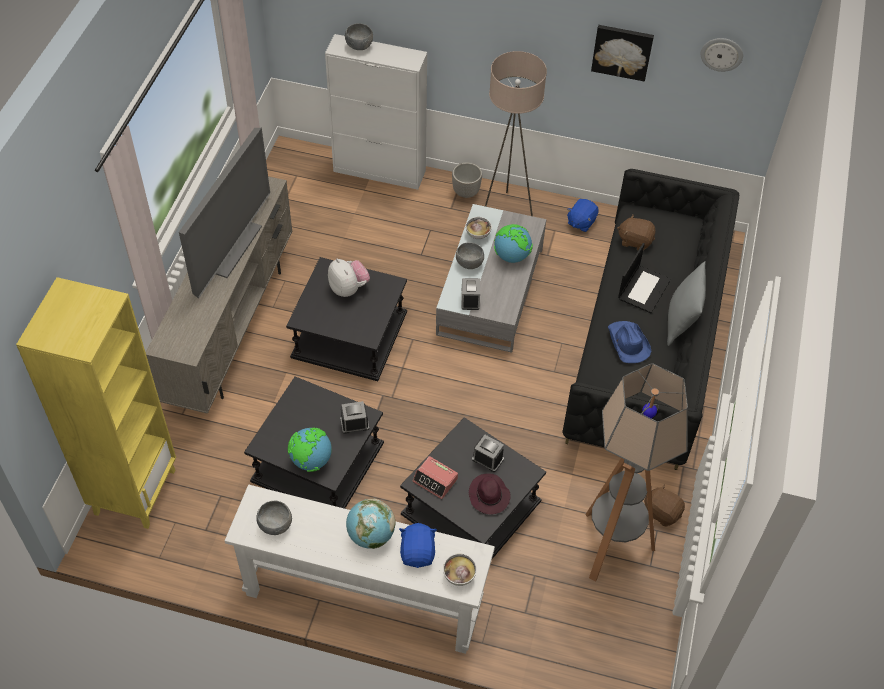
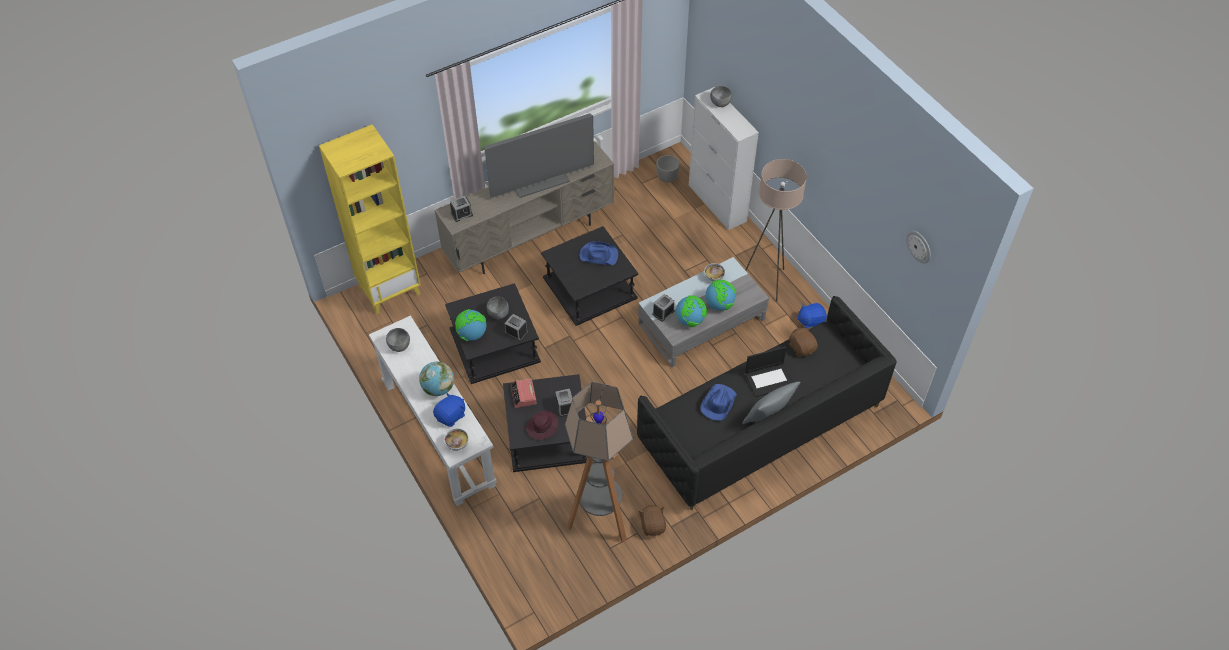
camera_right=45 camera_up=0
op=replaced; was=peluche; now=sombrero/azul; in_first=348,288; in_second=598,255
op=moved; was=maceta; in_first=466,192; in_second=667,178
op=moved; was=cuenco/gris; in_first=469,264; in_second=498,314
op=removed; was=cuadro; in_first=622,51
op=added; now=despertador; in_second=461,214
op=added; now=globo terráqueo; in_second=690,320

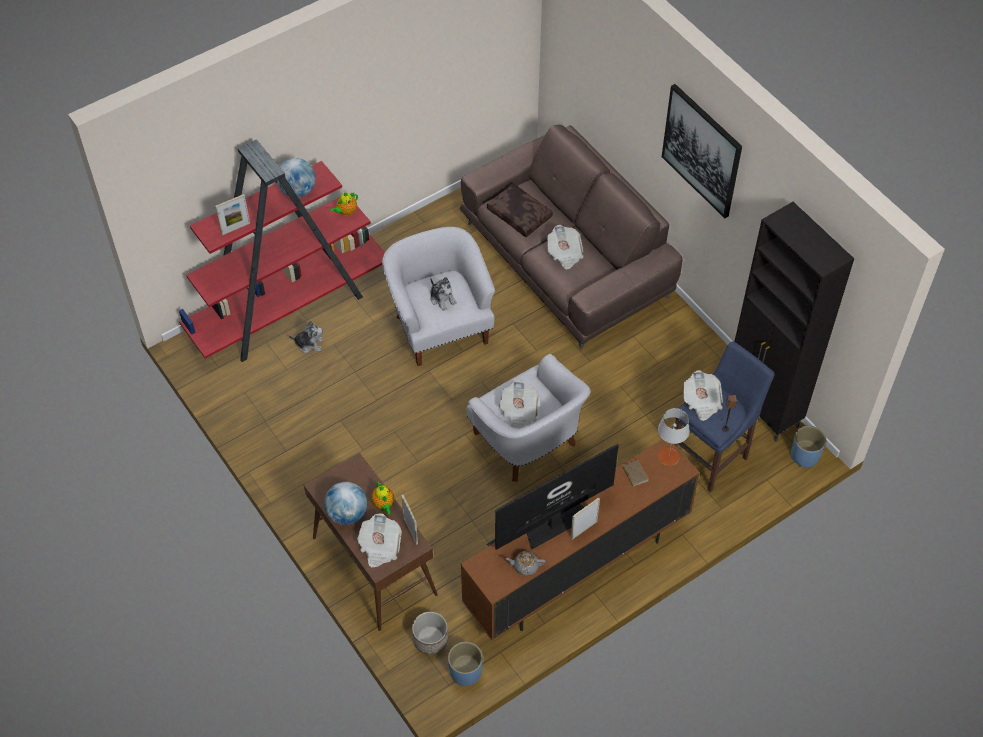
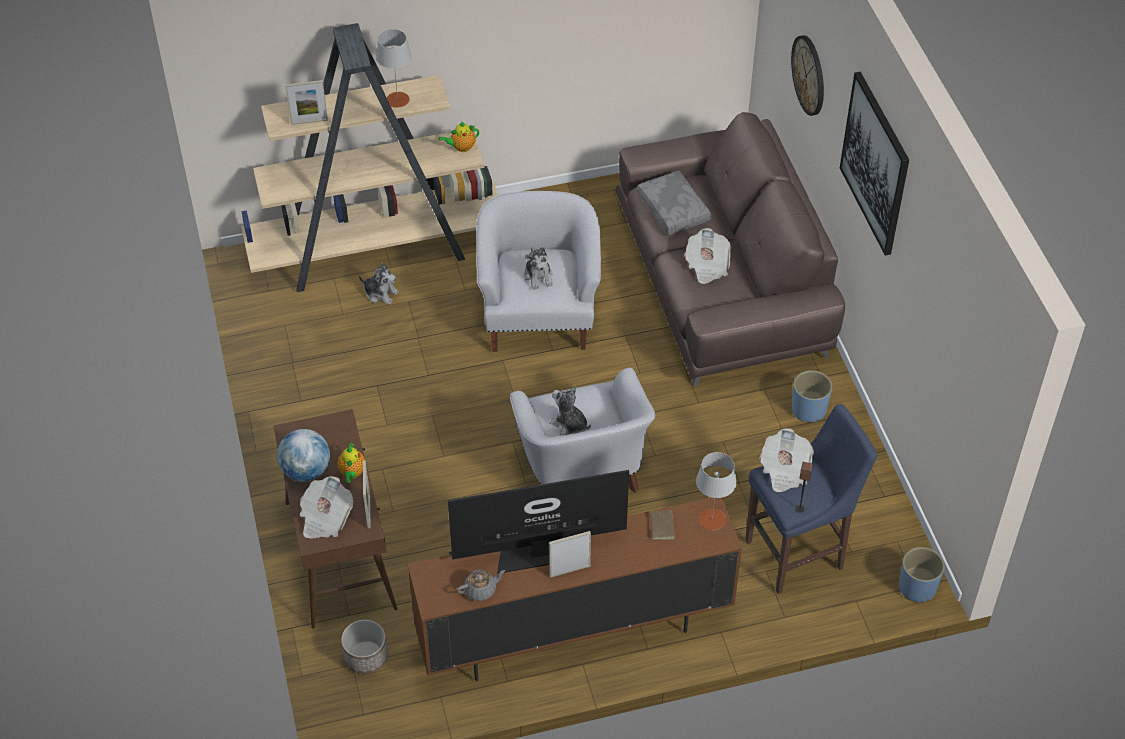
camera_right=20 camera_up=-5
op=recoloured; was=estantería/rojo; now=estantería/beis; in_first=289,307; in_second=377,248
op=replaced; was=globo terráqueo; now=lámpara de mesa/gris; in_first=298,191; in_second=397,99
op=moved; was=maceta/azul; in_first=465,672; in_second=808,409
op=recoloured; was=cojín/marrón; now=cojín/gris; in_first=520,215; in_second=674,209
op=replaced; was=periódico; now=peluche; in_first=519,412; in_second=569,425
op=turned; was=tetera/gris; in_first=525,566; in_second=481,590; clockwise=135
op=removed; was=armario/negro; in_first=763,410
op=added; now=reloj de pared; in_second=809,75

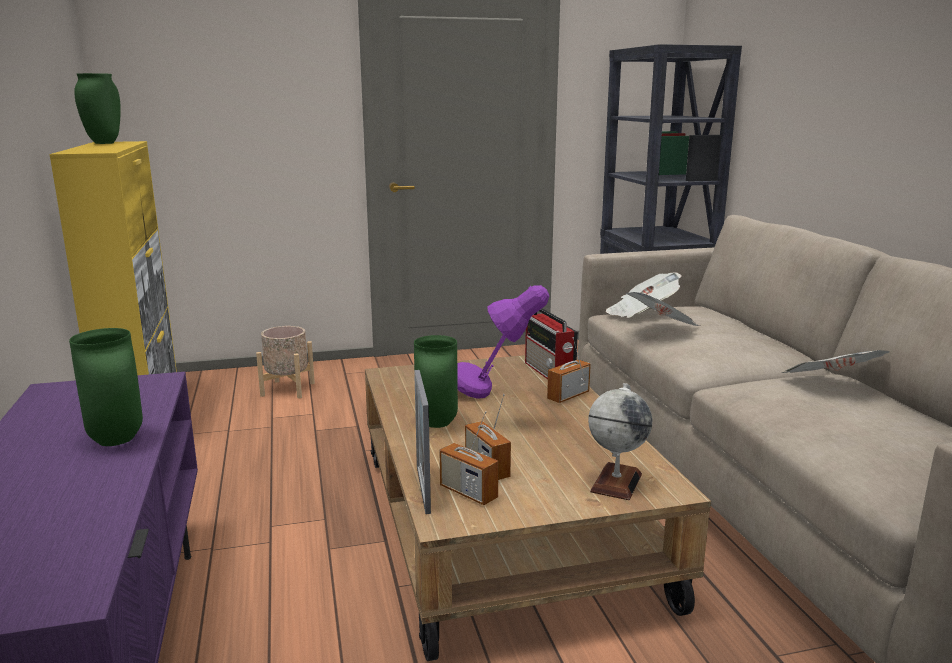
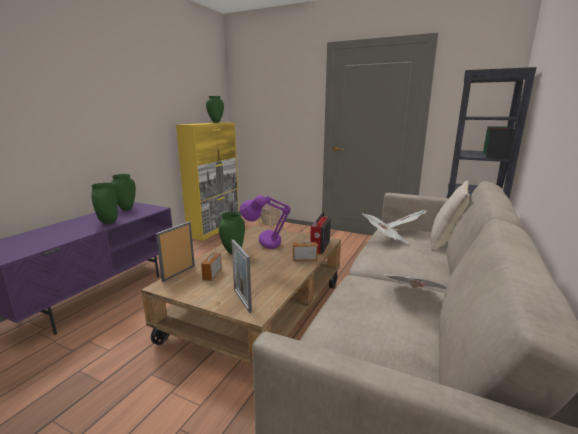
camera_right=40 camera_up=0
op=removed; was=radio; in_first=468,492
op=replaced; was=globo terráqueo; now=portarretratos; in_first=616,482; in_second=242,300
op=added; now=florero/verde; in_second=126,209
op=added; now=cojín/beis; in_second=445,242

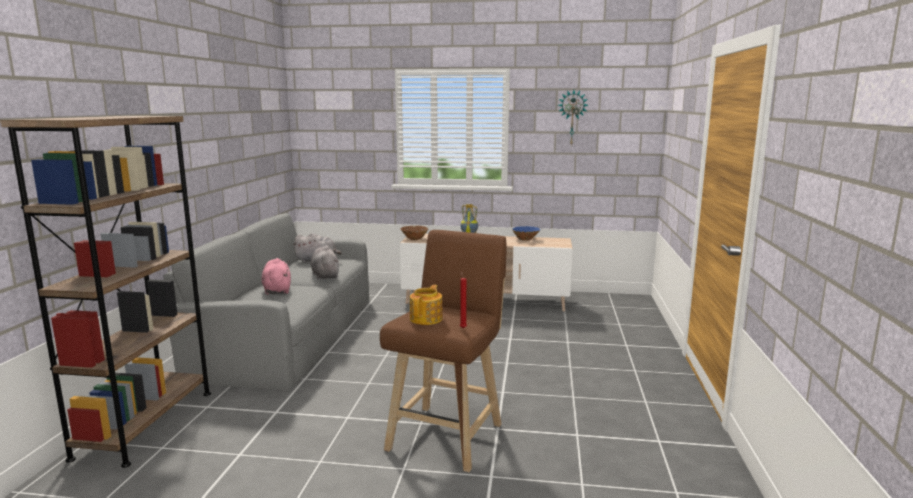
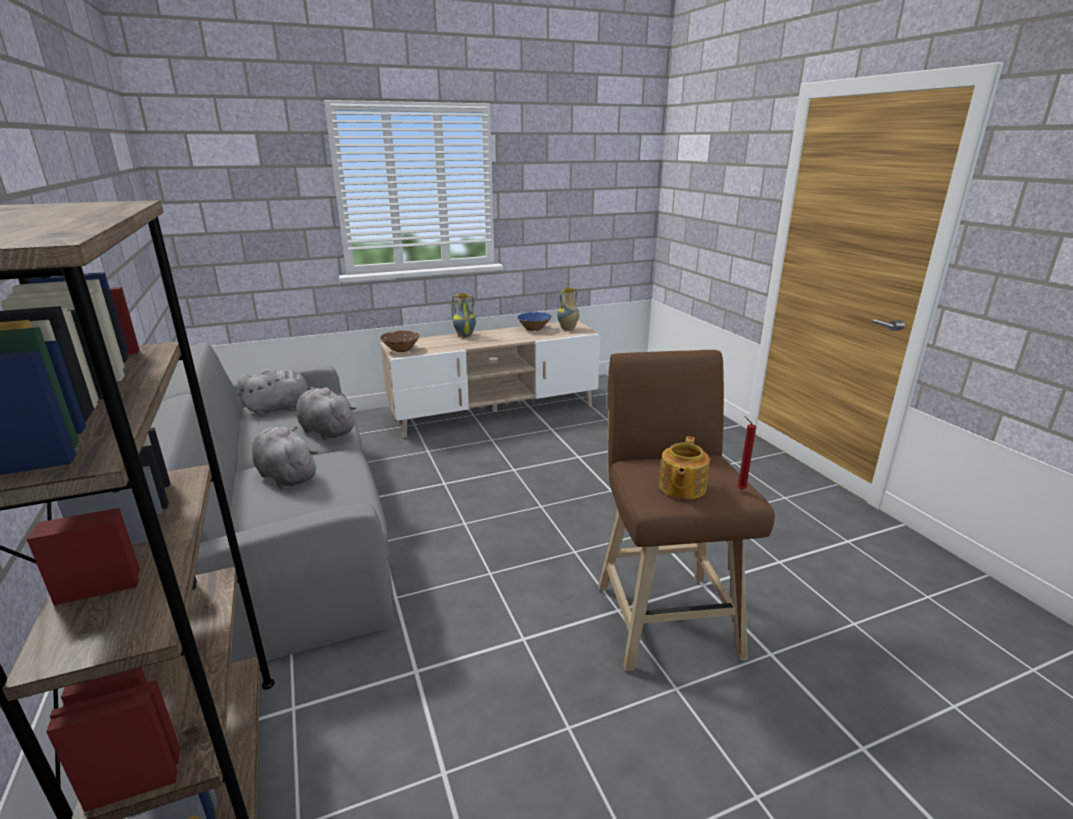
camera_right=-30 camera_up=10
op=recoloured; was=peluche/rosa; now=peluche/gris; in_first=277,290; in_second=286,475
op=turned; was=tetera; in_first=427,319; in_second=681,487; clockwise=-150
op=removed; was=reloj de pared; in_first=572,117
op=added; now=florero; in_second=568,329

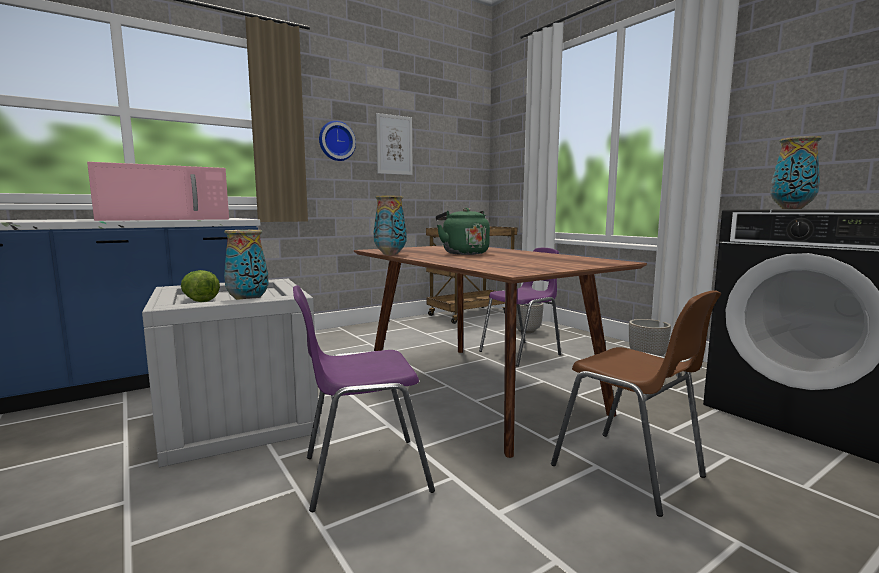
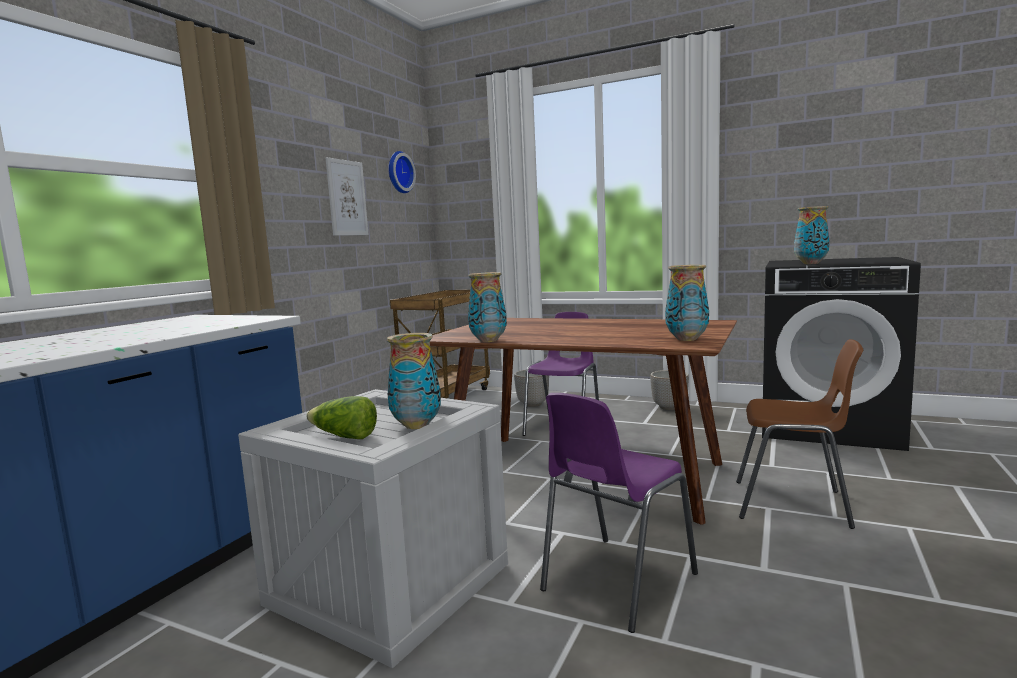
camera_right=-30 camera_up=0
op=removed; was=microondas/rosa; in_first=166,219
op=moved; was=reloj de pared; in_first=336,141; in_second=398,172
op=removed; was=hervidor/verde; in_first=463,253
op=added; now=florero; in_second=687,339

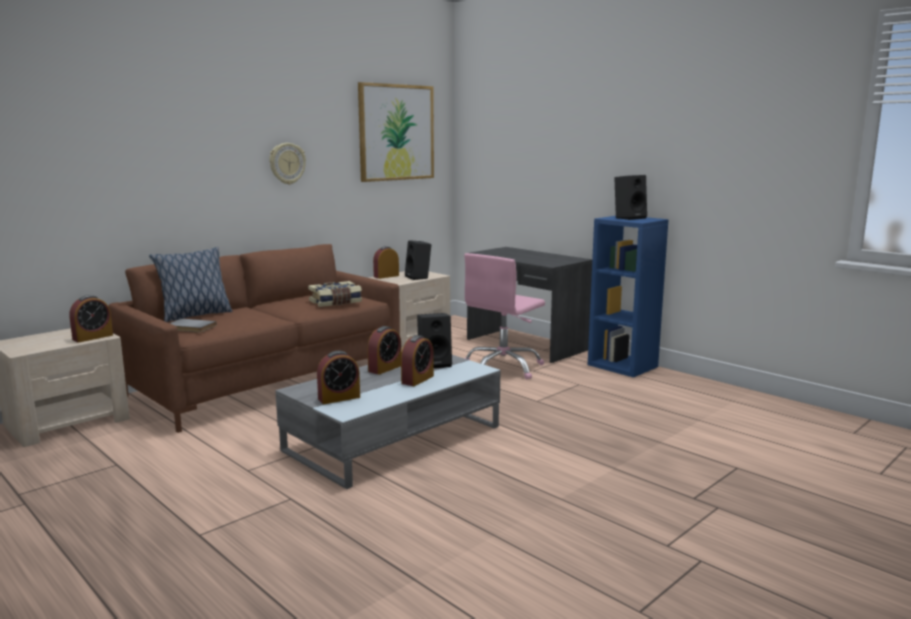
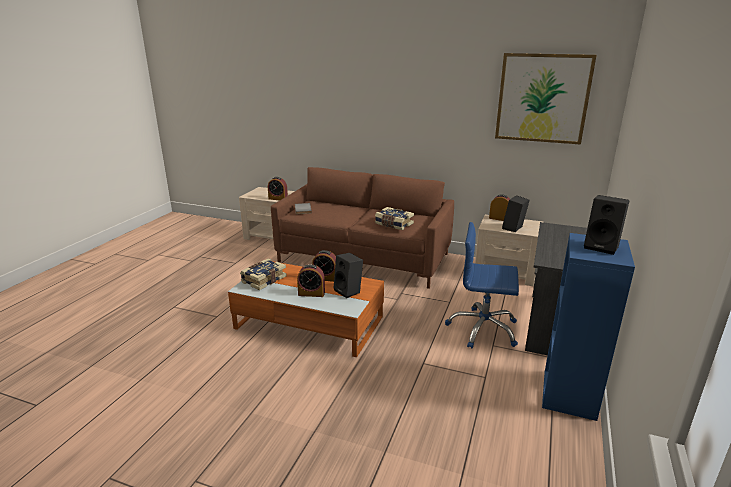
camera_right=65 camera_up=10
op=removed; was=cojín; in_first=195,315
op=removed; was=reloj de pared; in_first=287,163
op=recoloured; was=mesa de centro/gris; now=mesa de centro/naranja; in_first=393,438; in_second=309,322
op=replaced; was=despertador; now=libro; in_first=339,398; in_second=263,280
op=recoloured; was=silla de oficina/rosa; now=silla de oficina/azul; in_first=503,367; in_second=483,329

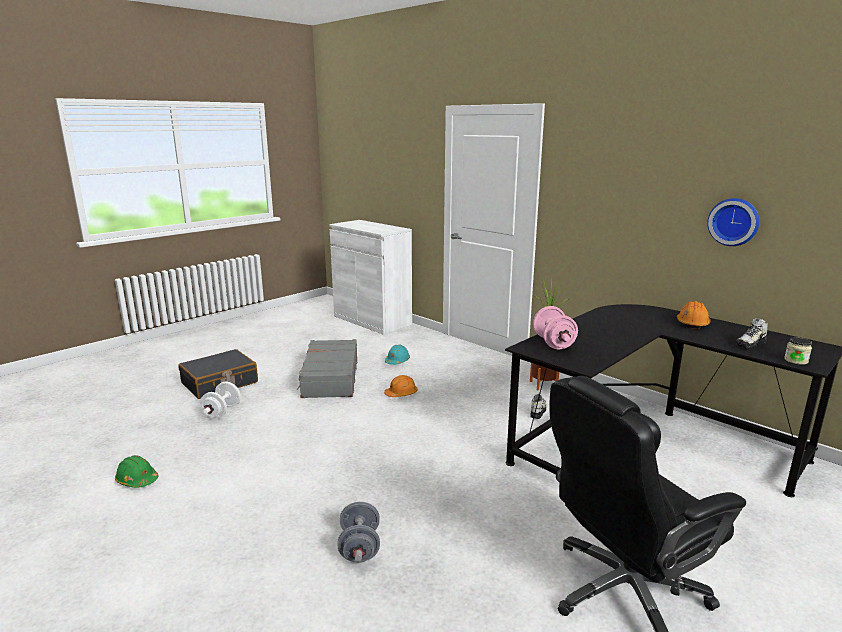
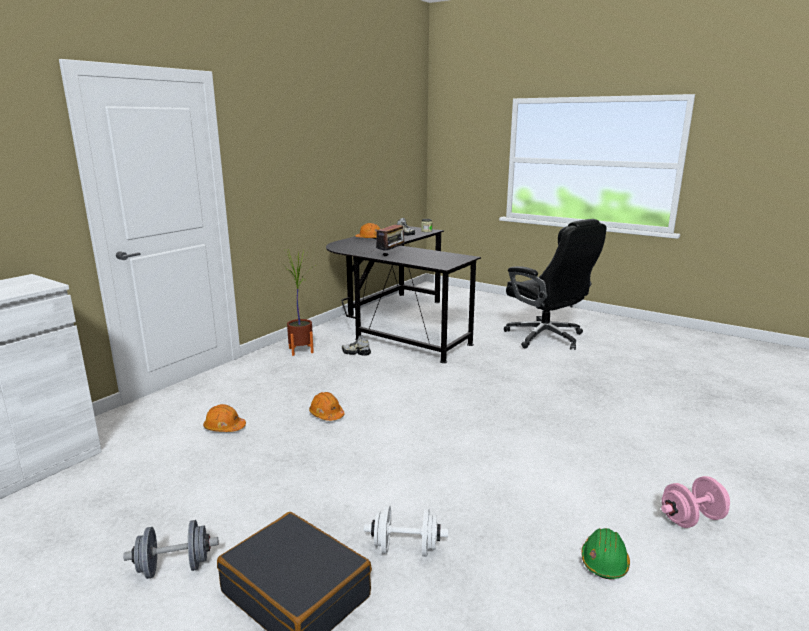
camera_right=-100 camera_up=0
op=removed; was=maleta/gris; in_first=330,378
op=moved; was=mancuerna/gris; in_first=360,547; in_second=175,567
op=recoloured; was=casco/turquesa; now=casco/naranja; in_first=397,361; in_second=224,427
op=moved; was=mancuerna/rosa; in_first=553,343; in_second=692,519
op=removed; was=reloj de pared; in_first=734,221
op=added; now=radio; in_second=391,255

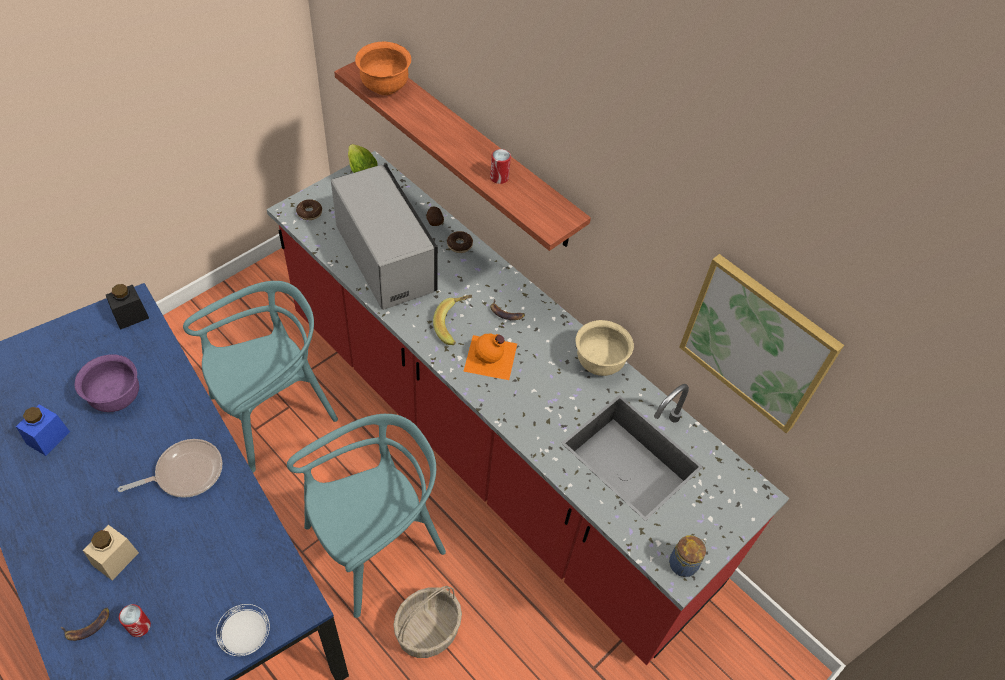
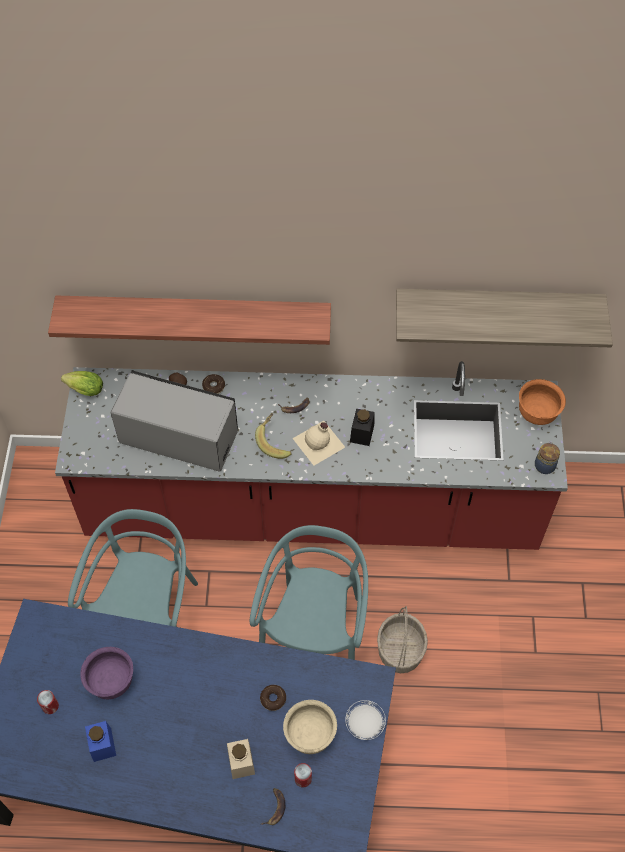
camera_right=-40 camera_up=5
op=moved; was=tarro/negro; in_first=131,316; in_second=362,433
op=removed; was=sartén; in_first=185,473
op=moved; was=rosquilla; in_first=309,213; in_second=273,699
op=moved; was=cuenco/naranja; in_first=384,87; in_second=537,414
op=recoloured; was=botella/naranja; now=botella/beis; in_first=491,358; in_second=319,443
op=moved; was=lata; in_first=499,177; in_second=50,706
op=moved; was=cuenco/beis; in_first=599,363; in_second=310,735
op=replaced; was=cuadro; now=estante; in_first=757,343; in_second=497,306

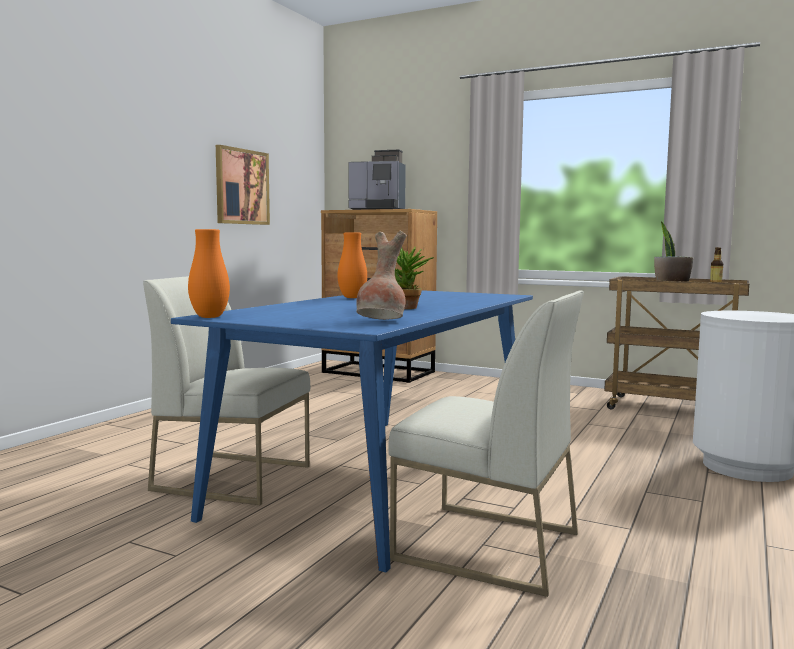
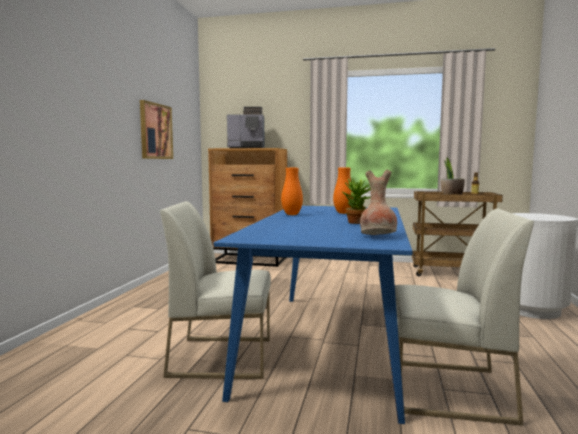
camera_right=-15 camera_up=0
op=moved; was=florero/naranja; in_first=209,317; in_second=343,213

